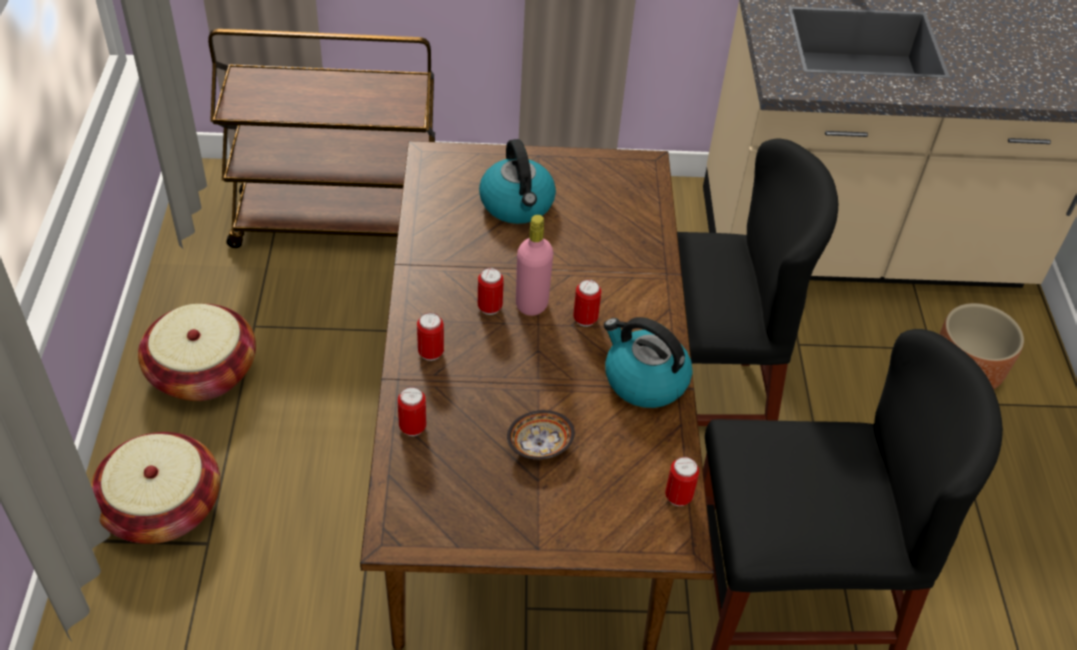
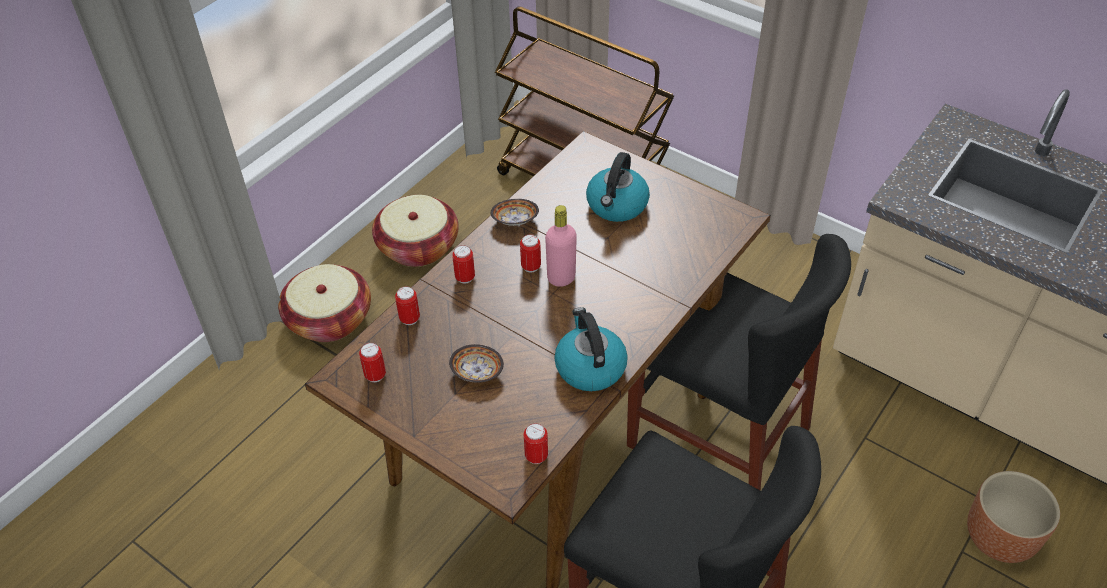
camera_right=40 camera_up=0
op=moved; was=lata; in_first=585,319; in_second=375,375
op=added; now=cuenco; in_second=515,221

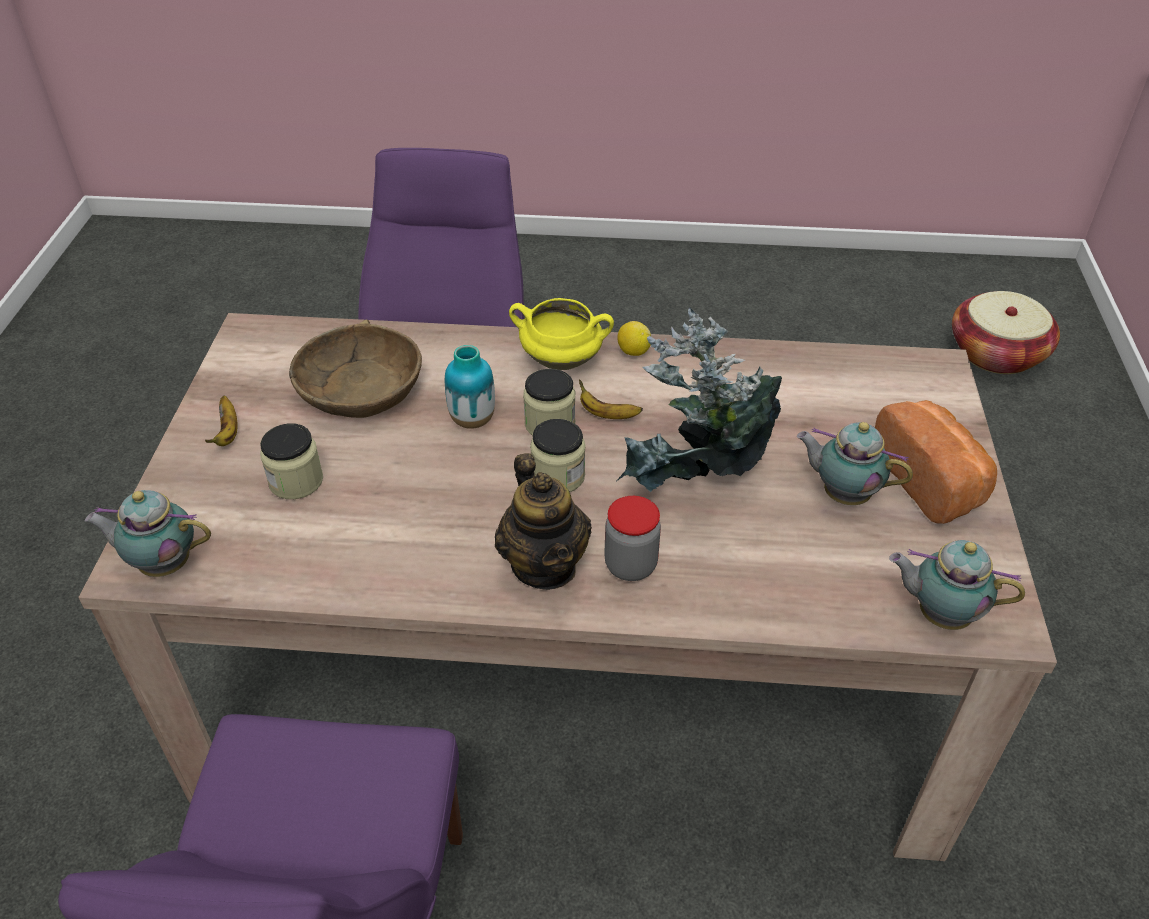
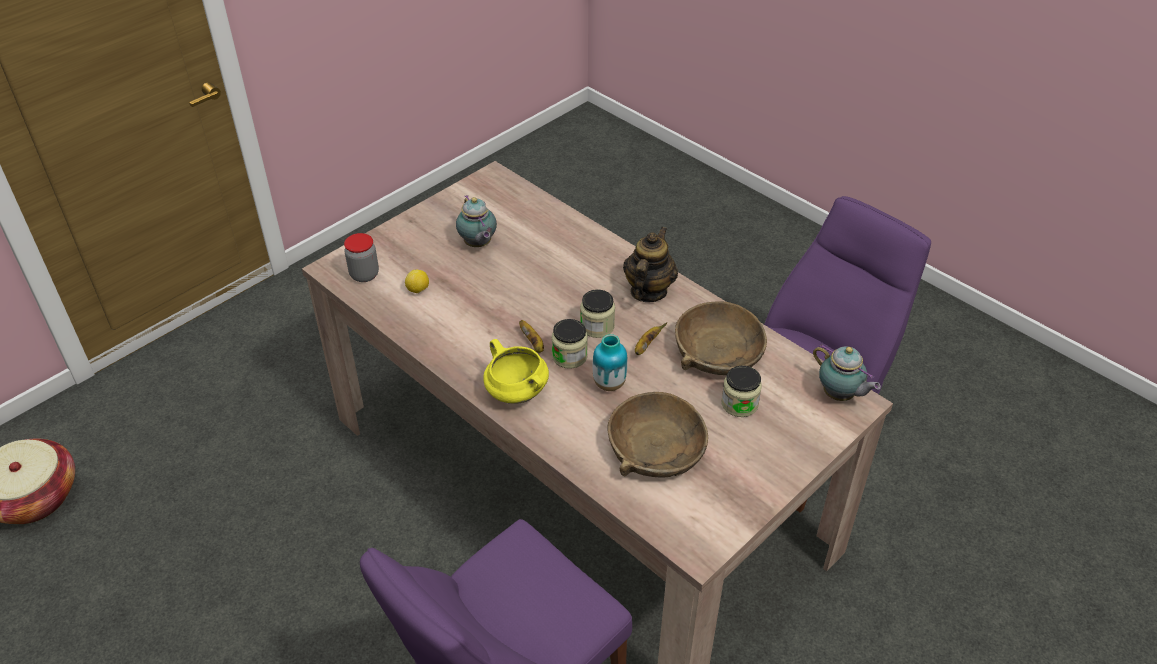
camera_right=-140 camera_up=0
op=moved; was=plátano; in_first=228,432; in_second=646,346
op=moved; was=tarro; in_first=630,565; in_second=364,275
op=moved; was=limón; in_first=633,351; in_second=418,290
op=removed; was=planta en maceta; in_first=697,489
op=removed; was=pan; in_first=932,480
op=removed; was=tetera; in_first=939,614
op=added; now=cuenco/marrón; in_second=718,351

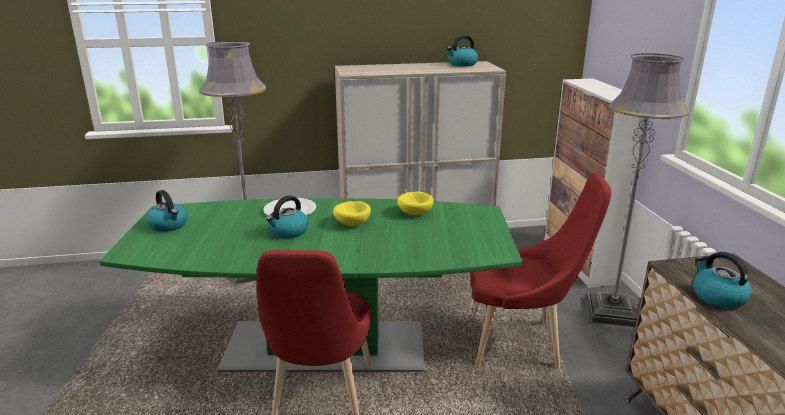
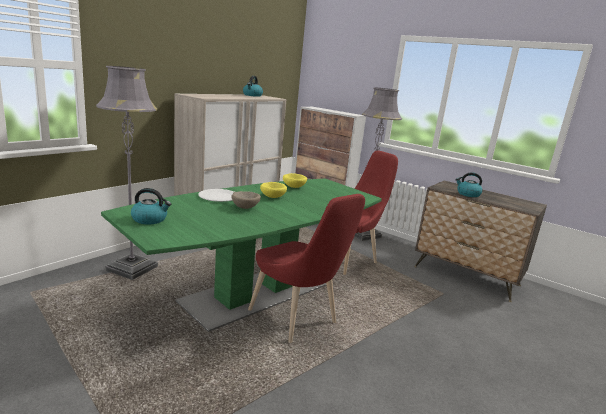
camera_right=-45 camera_up=-5
op=replaced; was=hervidor; now=cuenco/beis; in_first=288,232; in_second=245,207

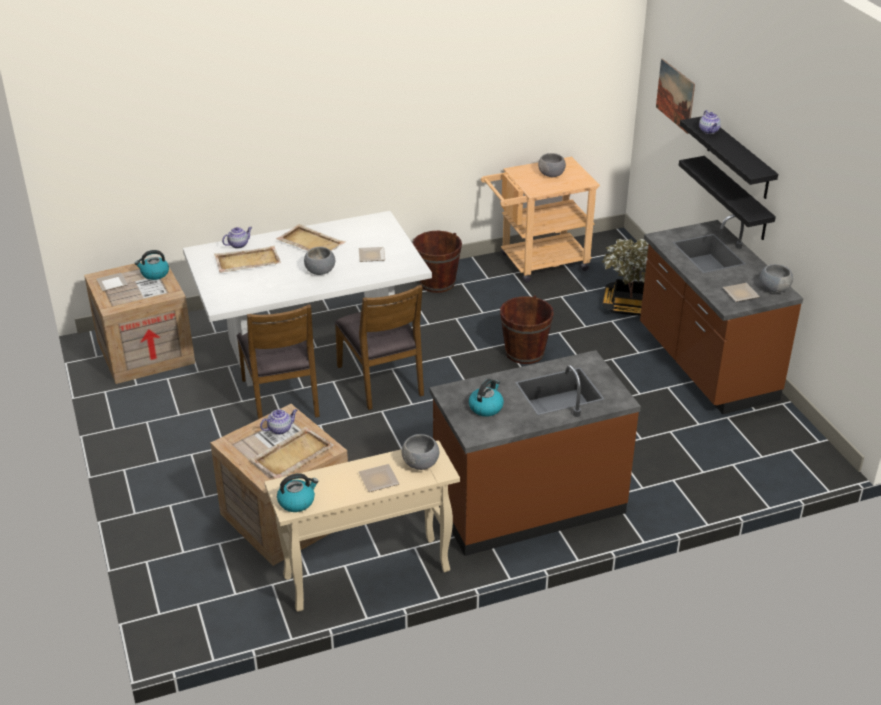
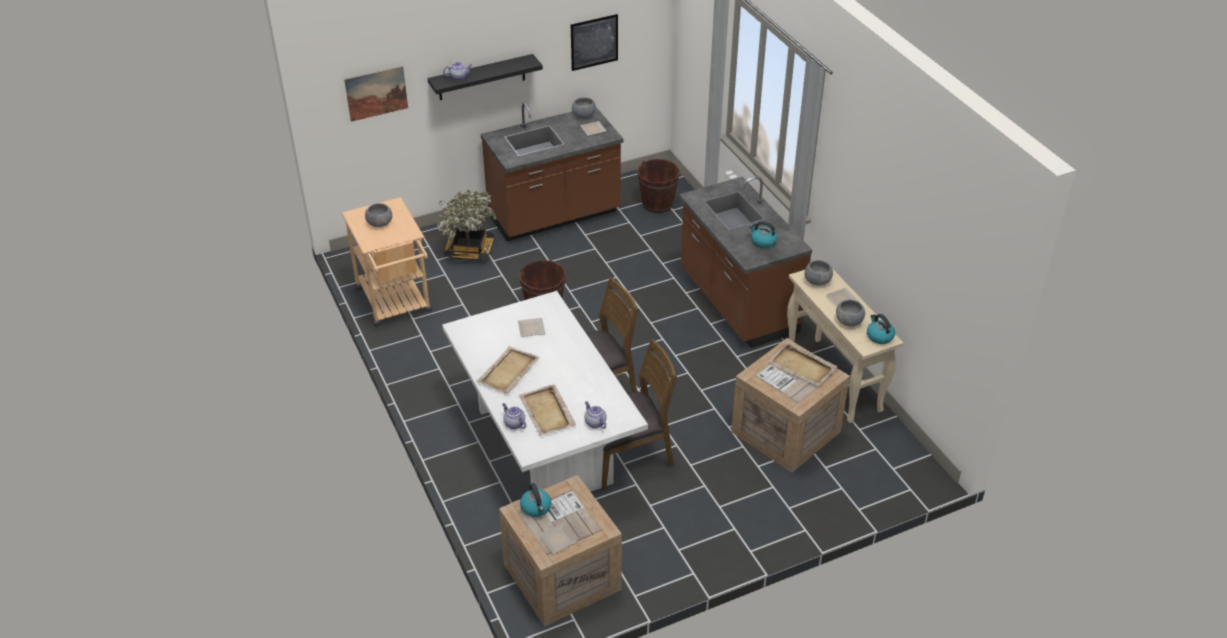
camera_right=-95 camera_up=5
op=moved; was=tetera; in_first=280,429; in_second=595,423
op=moved; was=cuenco/gris; in_first=320,271; in_second=849,321
op=moved; was=cubo/marrón; in_first=437,283; in_second=657,204
op=removed; was=estante/negro; in_first=736,199
op=added; now=cuadro; in_second=594,42

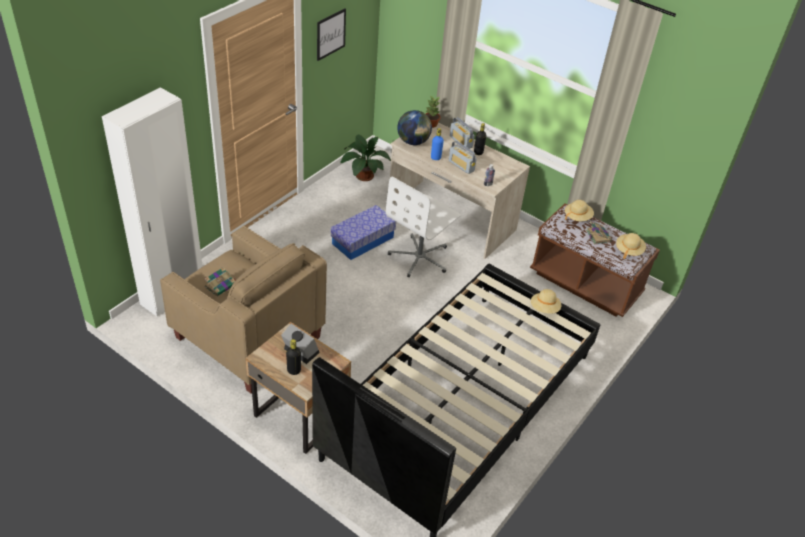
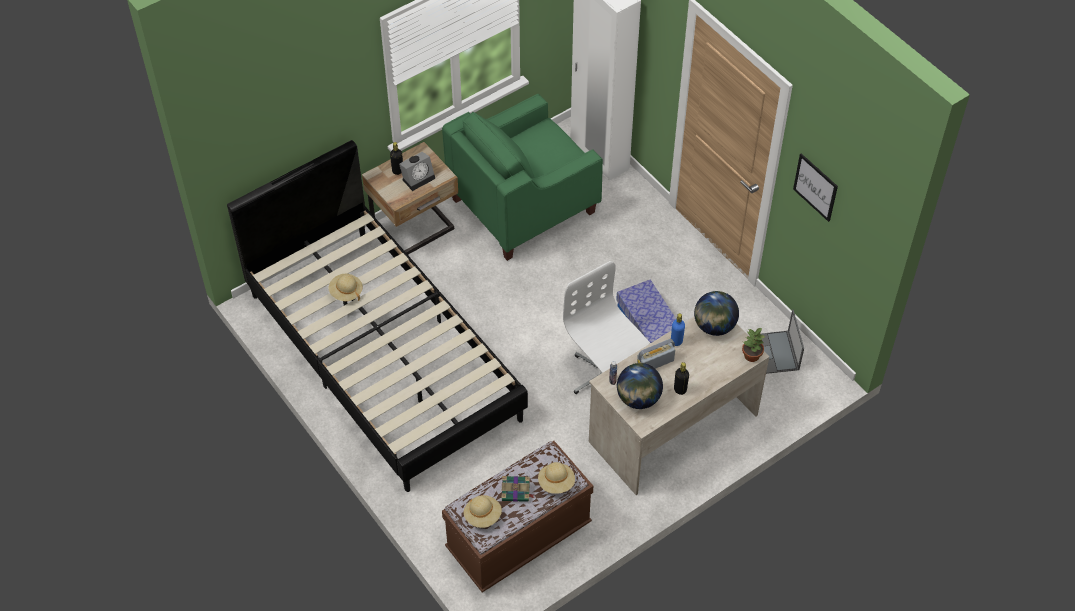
camera_right=110 camera_up=10
op=recoloured; was=sillón/beis; now=sillón/verde; in_first=248,338; in_second=523,205
op=removed; was=libro; in_first=220,285
op=replaced; was=planta en maceta; now=portátil; in_first=363,175; in_second=777,353
op=removed; was=radio; in_first=461,141
op=moved; was=sombrero/beis; in_first=544,308; in_second=346,292
op=added; now=globo terráqueo; in_second=638,399

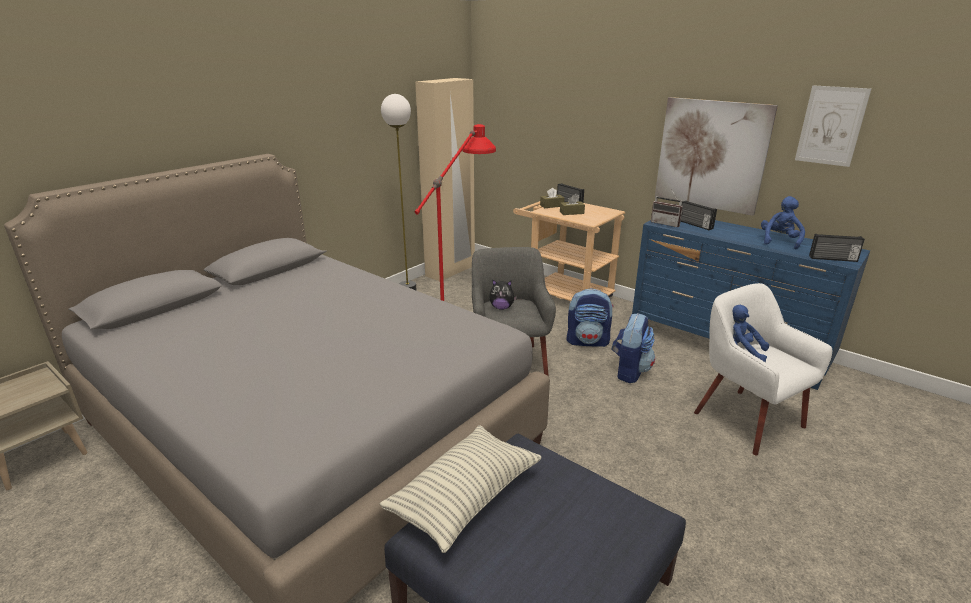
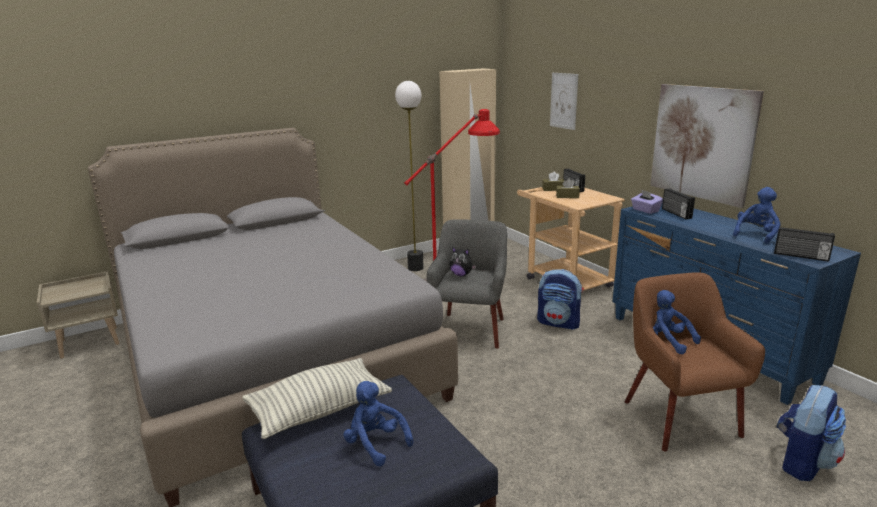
camera_right=20 camera_up=-5
op=moved; was=mochila; in_first=629,371; in_second=802,462
op=replaced; was=radio; now=caja de pañuelos/morado; in_first=666,224; in_second=645,210
op=recoloured; was=sillón/blanco; now=sillón/marrón; in_first=746,419; in_second=679,417
op=moved; was=cuadro; in_first=831,126; in_second=563,101
op=added; now=peluche/azul; in_second=375,444

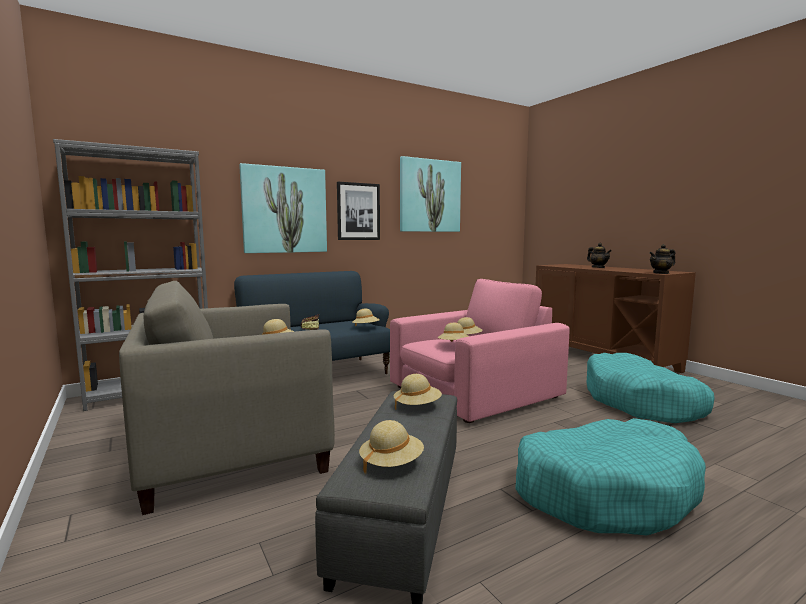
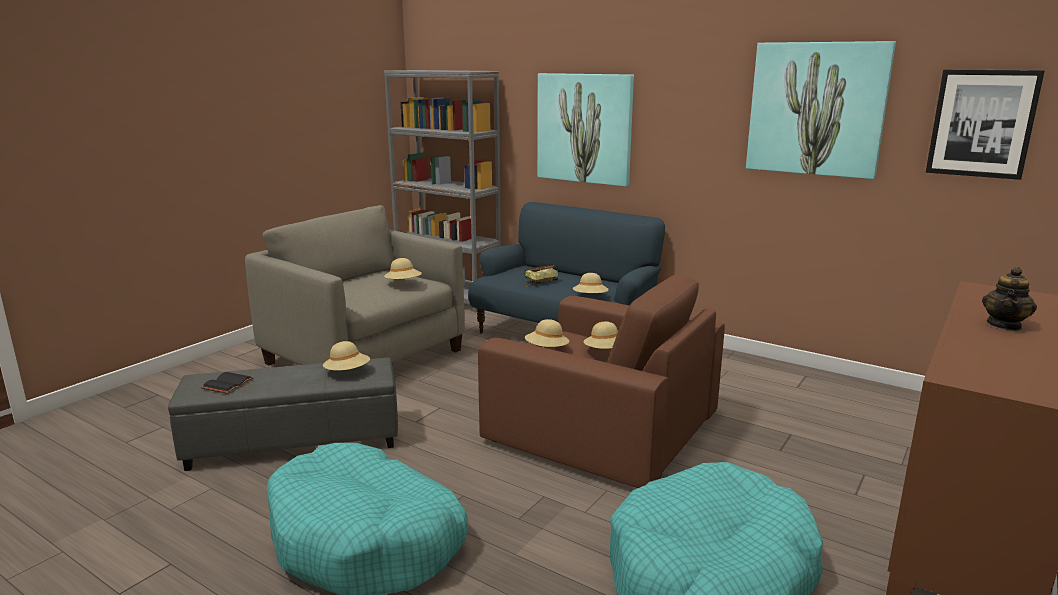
camera_right=65 camera_up=10
op=moved; was=cuadro; in_first=358,211; in_second=982,123
op=replaced; was=sombrero/beis; now=libro/negro; in_first=391,463; in_second=227,384
op=recoloured; was=sillón/rosa; now=sillón/marrón; in_first=473,393; in_second=600,428
op=removed; was=tetera; in_first=661,273

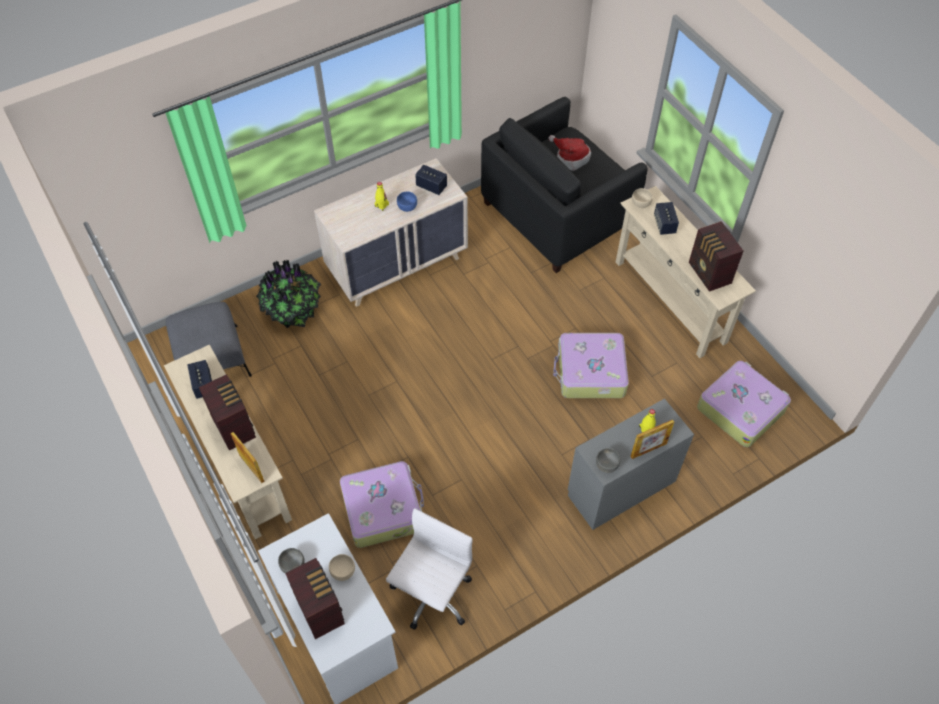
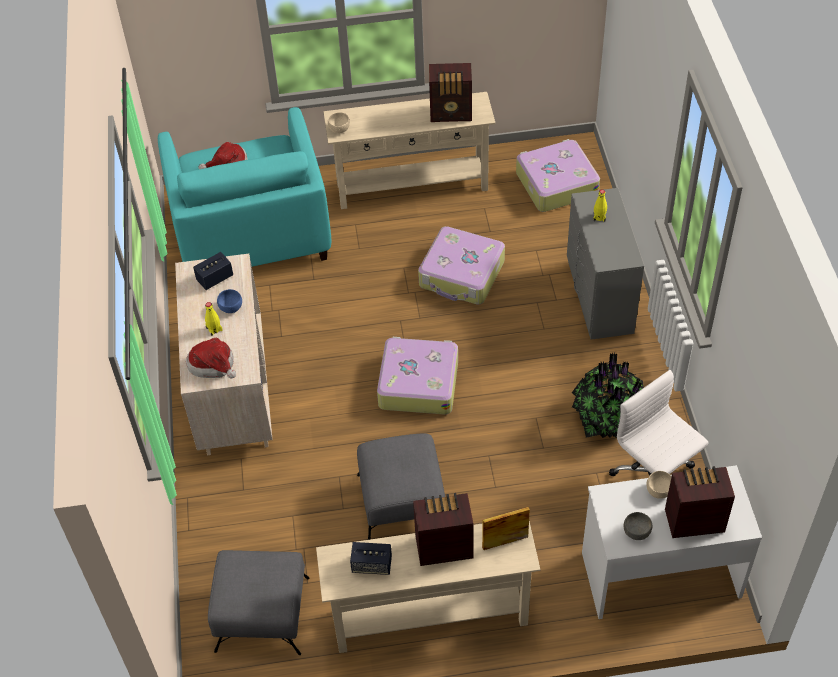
camera_right=-65 camera_up=-5
op=moved; was=planta en maceta; in_first=293,310; in_second=607,418
op=moved; was=maleta; in_first=383,508; in_second=418,383
op=recoloured; was=sillón/negro; now=sillón/turquesa; in_first=557,214; in_second=251,232
op=removed; was=cuenco/gris; in_first=606,464
op=removed; was=portarretratos; in_first=648,450
op=removed; was=altavoz; in_first=664,224
op=added; now=sombrero; in_second=214,366
op=added; now=puf/gris; in_second=402,502

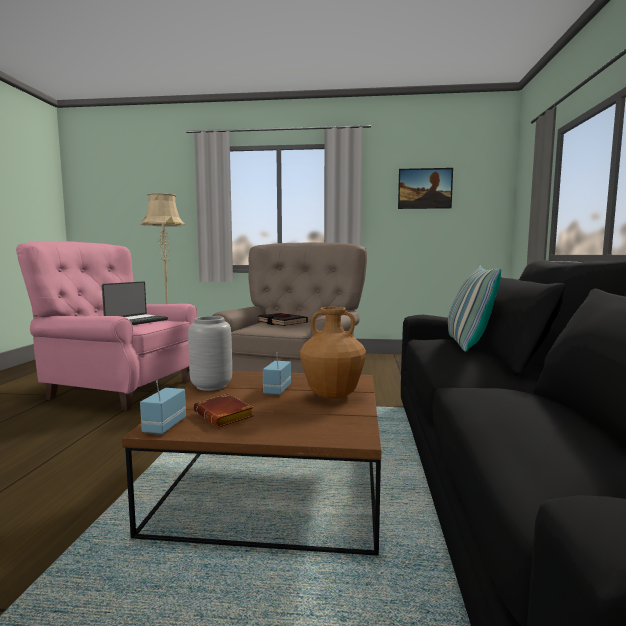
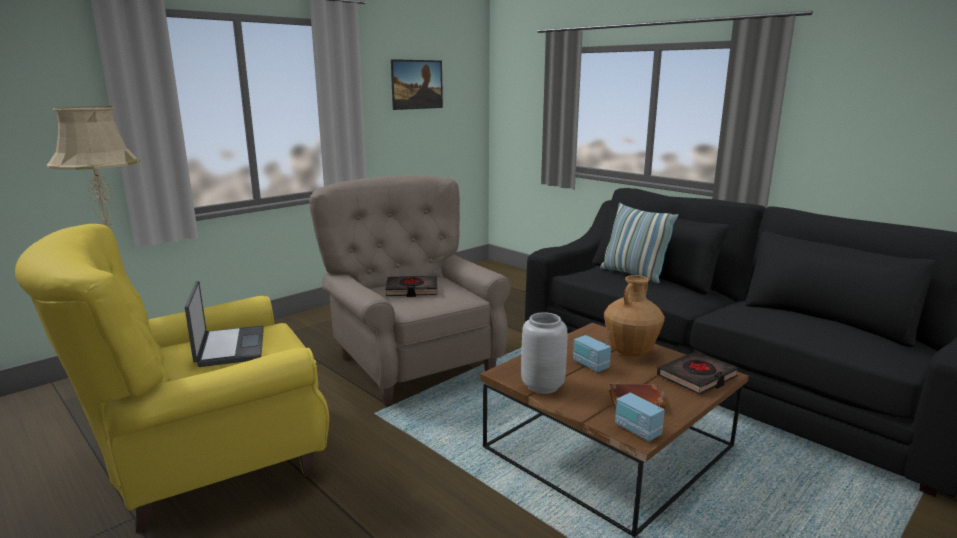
camera_right=-50 camera_up=10
op=recoloured; was=sillón/rosa; now=sillón/amarillo; in_first=118,389; in_second=206,461
op=added; now=libro/negro; in_second=697,377

